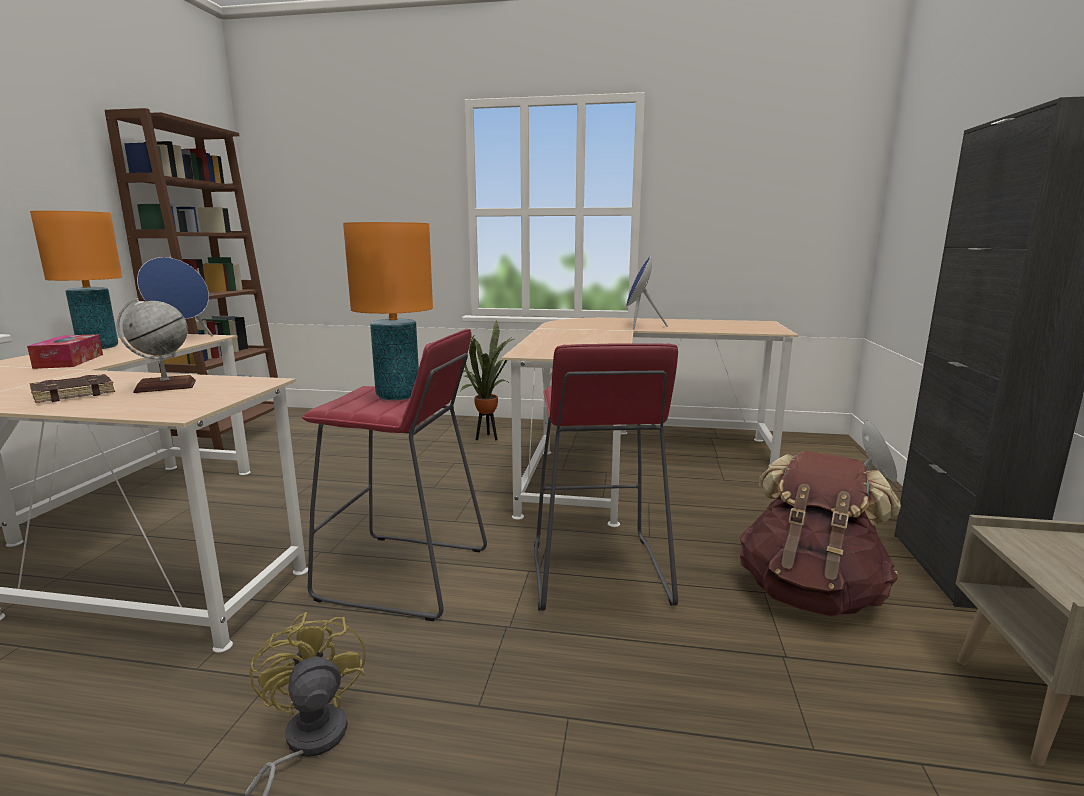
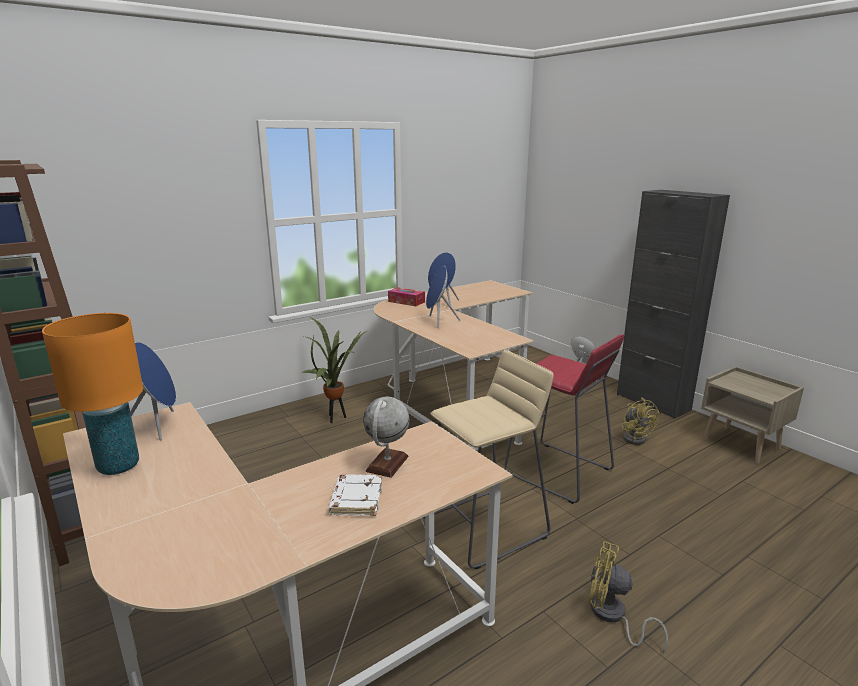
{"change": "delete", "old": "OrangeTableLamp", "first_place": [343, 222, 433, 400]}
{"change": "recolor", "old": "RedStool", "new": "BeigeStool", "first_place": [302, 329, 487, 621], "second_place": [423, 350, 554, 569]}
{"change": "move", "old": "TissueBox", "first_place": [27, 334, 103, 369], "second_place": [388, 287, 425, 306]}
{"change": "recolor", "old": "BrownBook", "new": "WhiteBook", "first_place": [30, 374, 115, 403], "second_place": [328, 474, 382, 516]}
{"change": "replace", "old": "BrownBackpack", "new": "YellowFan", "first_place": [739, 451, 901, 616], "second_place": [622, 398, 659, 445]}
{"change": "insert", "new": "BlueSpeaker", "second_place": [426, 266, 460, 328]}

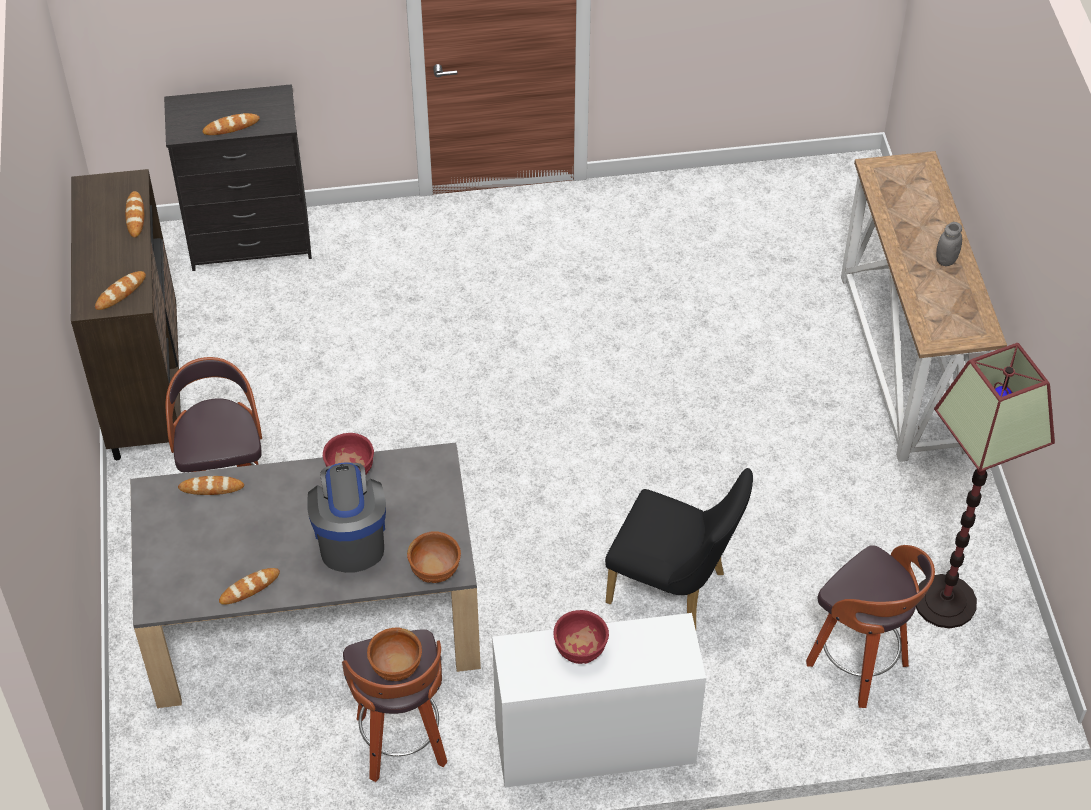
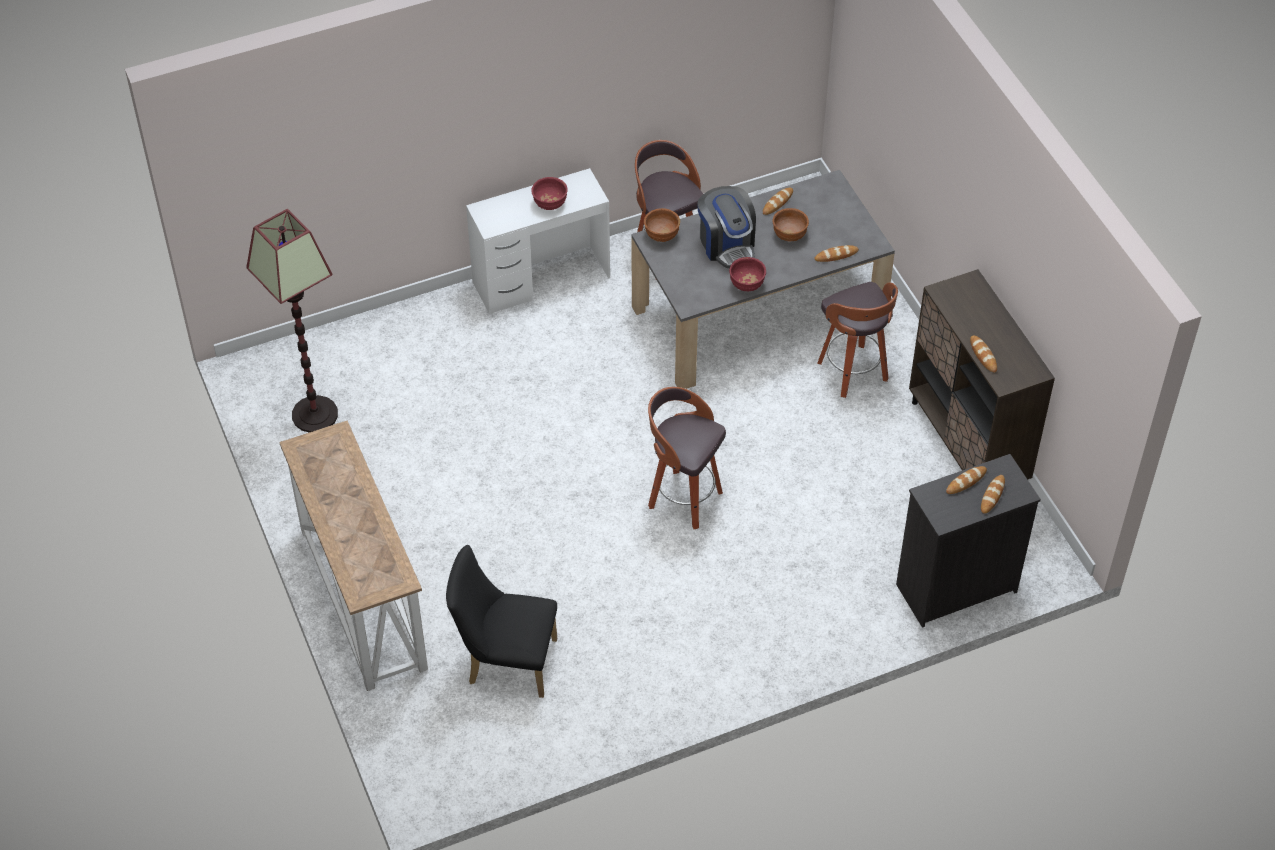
{"change": "delete", "old": "GreyJar", "first_place": [936, 222, 962, 266]}
{"change": "move", "old": "Bread", "first_place": [95, 271, 146, 310], "second_place": [981, 475, 1005, 514]}
{"change": "move", "old": "BlackChair", "first_place": [605, 468, 753, 629], "second_place": [446, 545, 557, 698]}
{"change": "move", "old": "Stool", "first_place": [806, 545, 935, 708], "second_place": [648, 387, 726, 529]}
{"change": "move", "old": "BrownBowl", "first_place": [367, 627, 422, 681], "second_place": [773, 208, 809, 242]}

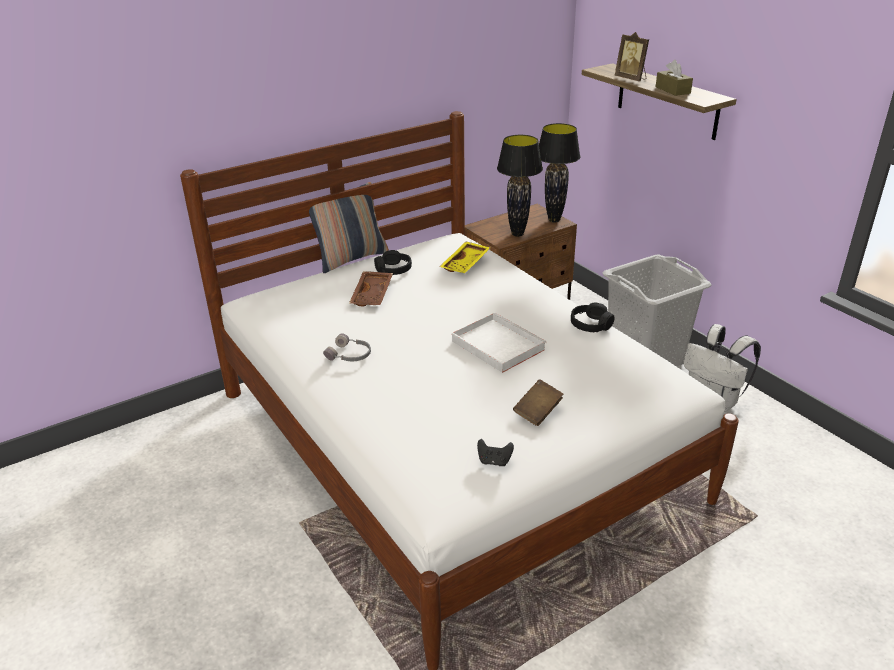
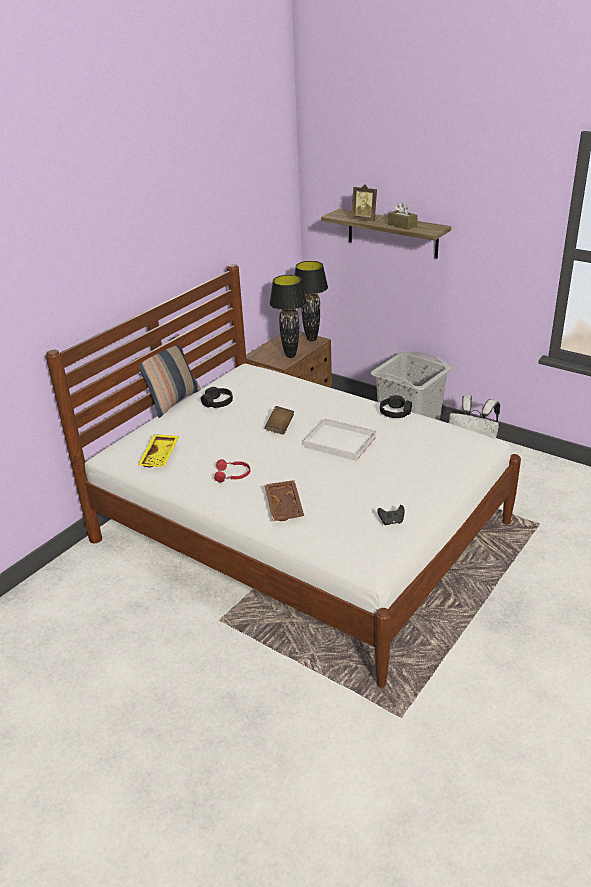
{"change": "move", "old": "YellowTray", "first_place": [439, 241, 491, 273], "second_place": [138, 434, 179, 468]}
{"change": "move", "old": "BrownTray", "first_place": [349, 271, 393, 307], "second_place": [265, 480, 304, 521]}
{"change": "recolor", "old": "GreyHeadphones", "new": "RedHeadphones", "first_place": [323, 333, 371, 361], "second_place": [214, 459, 250, 482]}
{"change": "move", "old": "BrownBook", "first_place": [513, 379, 563, 426], "second_place": [265, 406, 294, 435]}

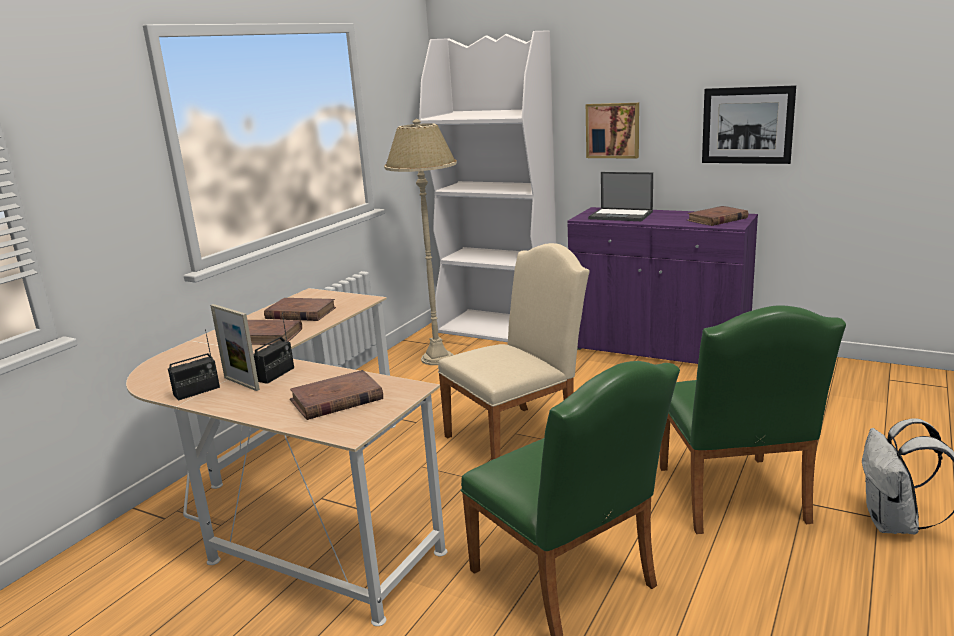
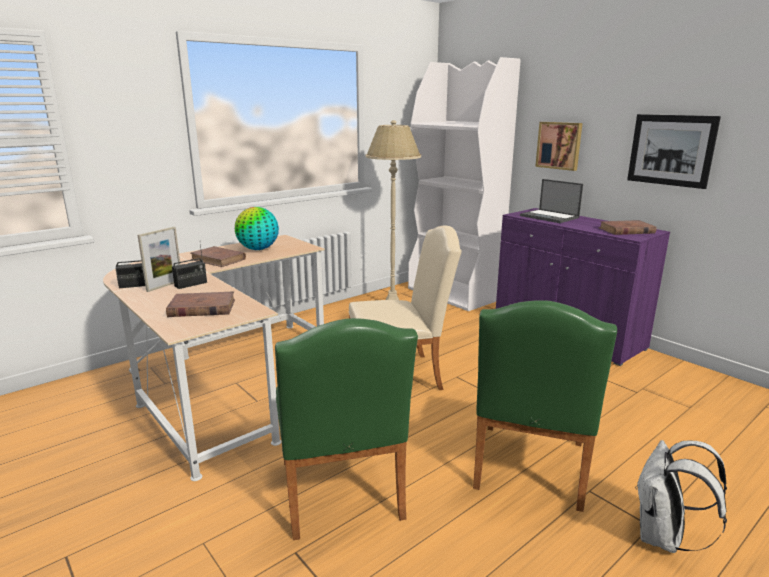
{"change": "replace", "old": "BrownBook", "new": "Globe", "first_place": [264, 298, 336, 321], "second_place": [235, 207, 279, 250]}
{"change": "rotate", "old": "PictureFrame", "first_place": [210, 304, 260, 391], "second_place": [137, 227, 181, 292], "degrees": -120}

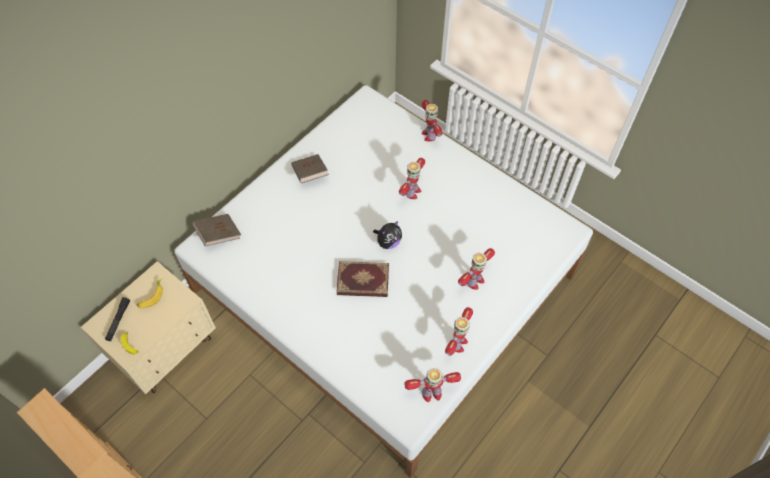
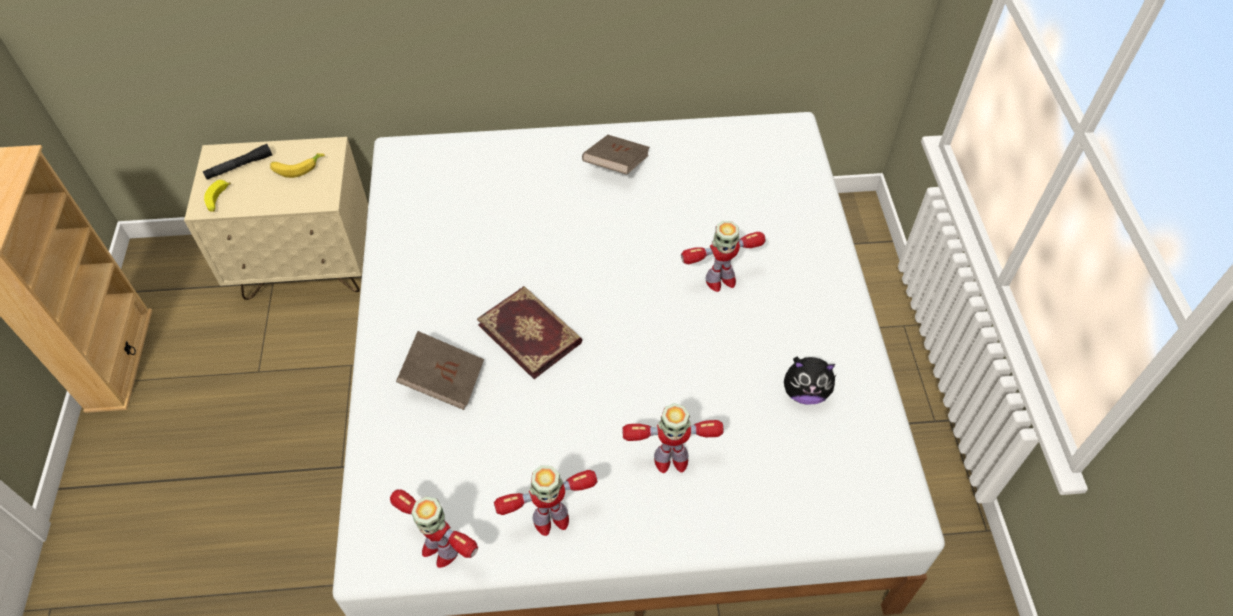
{"change": "delete", "old": "ToyRobot", "first_place": [422, 100, 443, 142]}
{"change": "move", "old": "BrownBook", "first_place": [192, 214, 241, 246], "second_place": [396, 331, 484, 410]}
{"change": "move", "old": "PlushToy", "first_place": [373, 221, 402, 249], "second_place": [784, 357, 838, 405]}

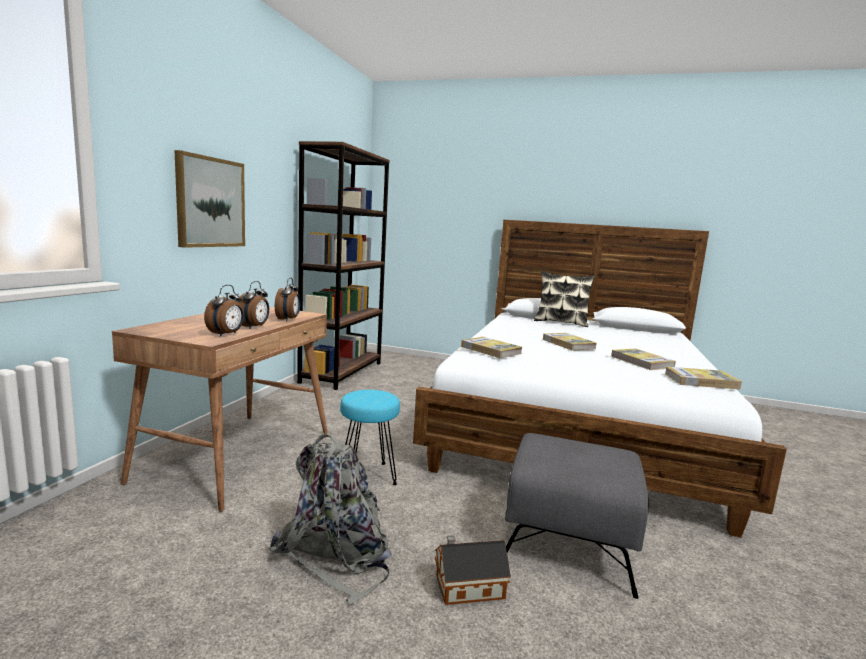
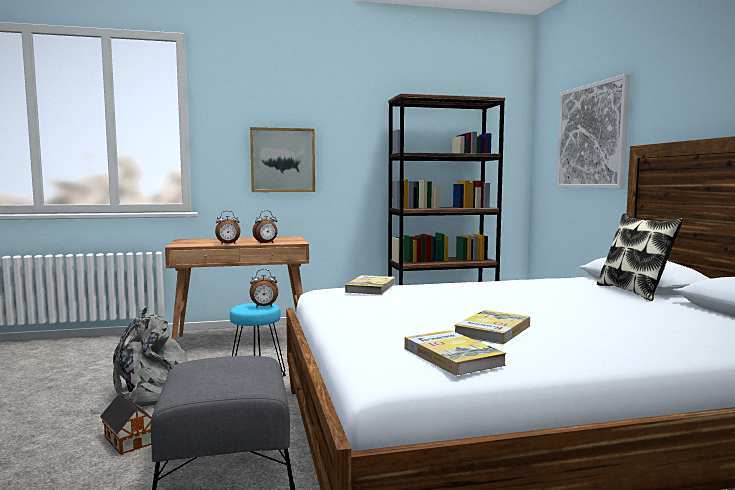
{"change": "move", "old": "AlarmClock", "first_place": [204, 285, 244, 337], "second_place": [249, 269, 278, 308]}
{"change": "delete", "old": "Book", "first_place": [543, 333, 597, 351]}
{"change": "insert", "new": "Picture", "second_place": [556, 74, 630, 188]}

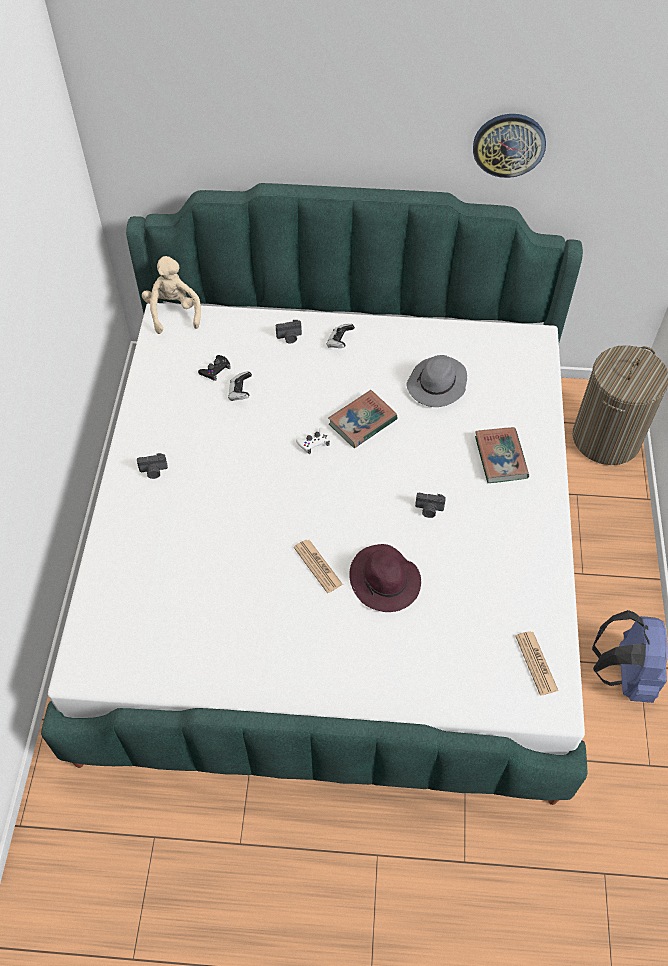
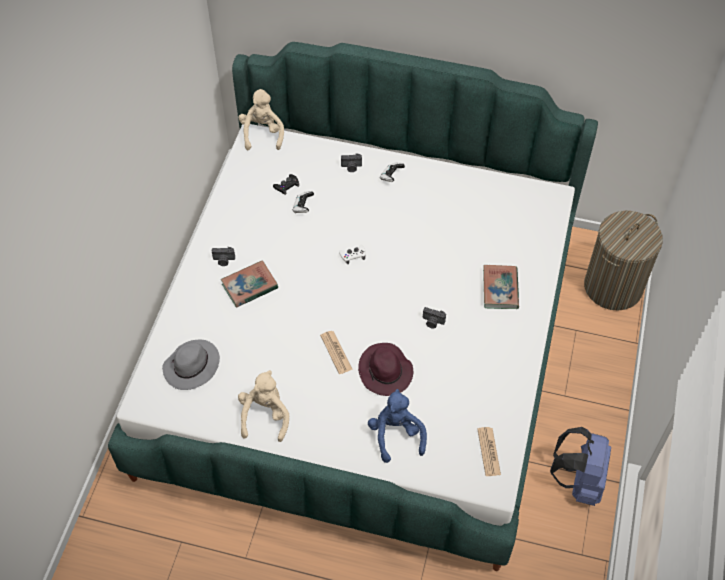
{"change": "delete", "old": "WallClock", "first_place": [473, 114, 546, 178]}
{"change": "move", "old": "GreyHat", "first_place": [407, 355, 467, 407], "second_place": [162, 340, 220, 390]}
{"change": "move", "old": "Book", "first_place": [328, 390, 398, 448], "second_place": [221, 260, 278, 308]}
{"change": "insert", "new": "BeigePlushToy", "second_place": [238, 370, 289, 442]}
{"change": "insert", "new": "BluePlushToy", "second_place": [368, 389, 427, 463]}

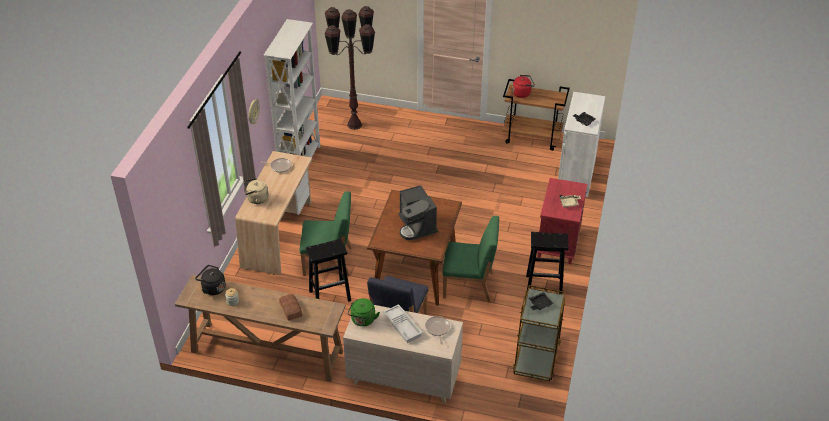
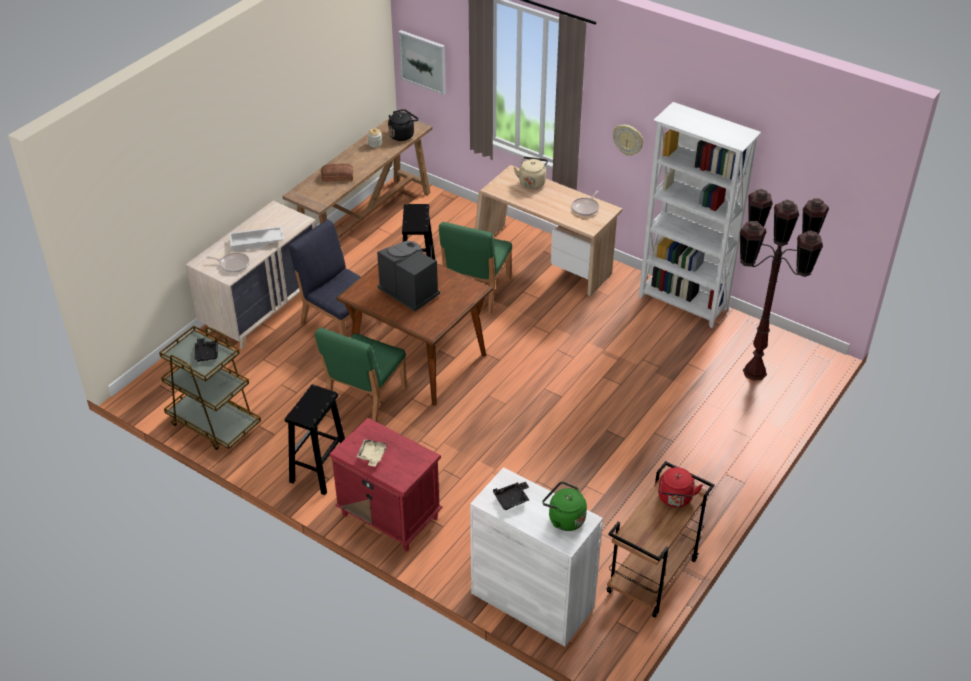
{"change": "rotate", "old": "CoffeeMachine", "first_place": [398, 185, 438, 240], "second_place": [377, 241, 440, 311], "degrees": 45}
{"change": "move", "old": "GreenKettle", "first_place": [348, 298, 380, 326], "second_place": [542, 481, 587, 531]}
{"change": "insert", "new": "Picture", "second_place": [398, 30, 446, 95]}

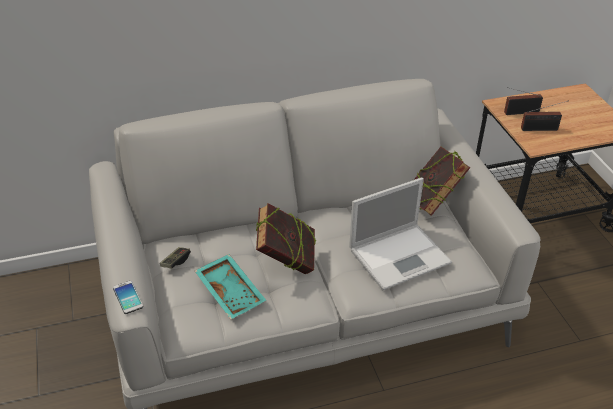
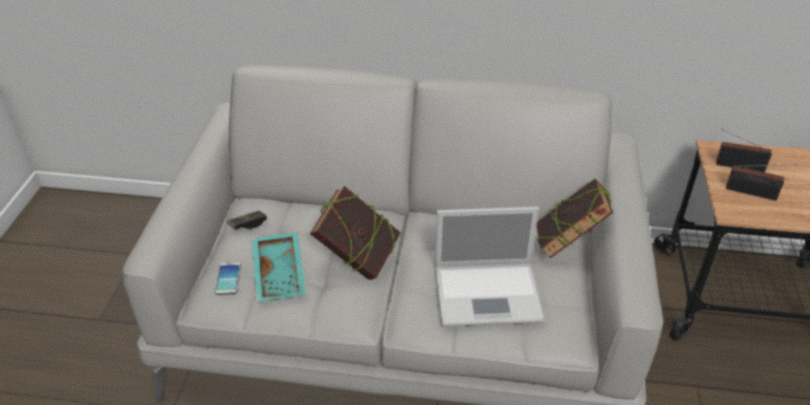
{"change": "move", "old": "Phone", "first_place": [113, 281, 143, 314], "second_place": [215, 262, 241, 295]}

